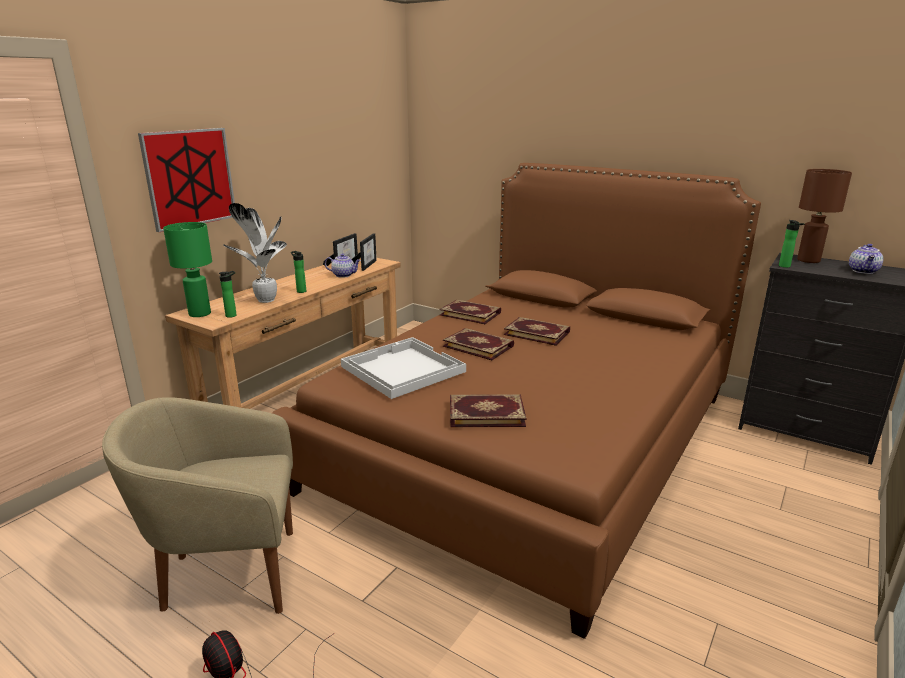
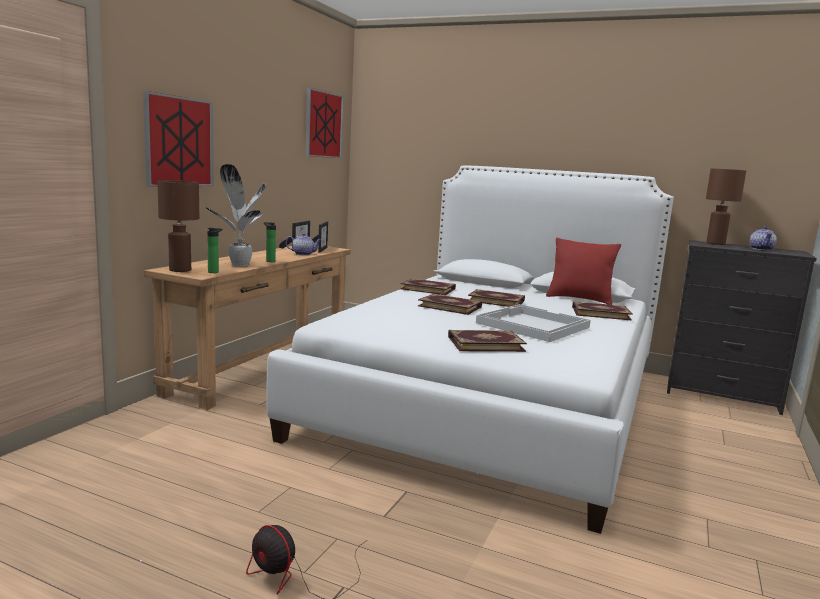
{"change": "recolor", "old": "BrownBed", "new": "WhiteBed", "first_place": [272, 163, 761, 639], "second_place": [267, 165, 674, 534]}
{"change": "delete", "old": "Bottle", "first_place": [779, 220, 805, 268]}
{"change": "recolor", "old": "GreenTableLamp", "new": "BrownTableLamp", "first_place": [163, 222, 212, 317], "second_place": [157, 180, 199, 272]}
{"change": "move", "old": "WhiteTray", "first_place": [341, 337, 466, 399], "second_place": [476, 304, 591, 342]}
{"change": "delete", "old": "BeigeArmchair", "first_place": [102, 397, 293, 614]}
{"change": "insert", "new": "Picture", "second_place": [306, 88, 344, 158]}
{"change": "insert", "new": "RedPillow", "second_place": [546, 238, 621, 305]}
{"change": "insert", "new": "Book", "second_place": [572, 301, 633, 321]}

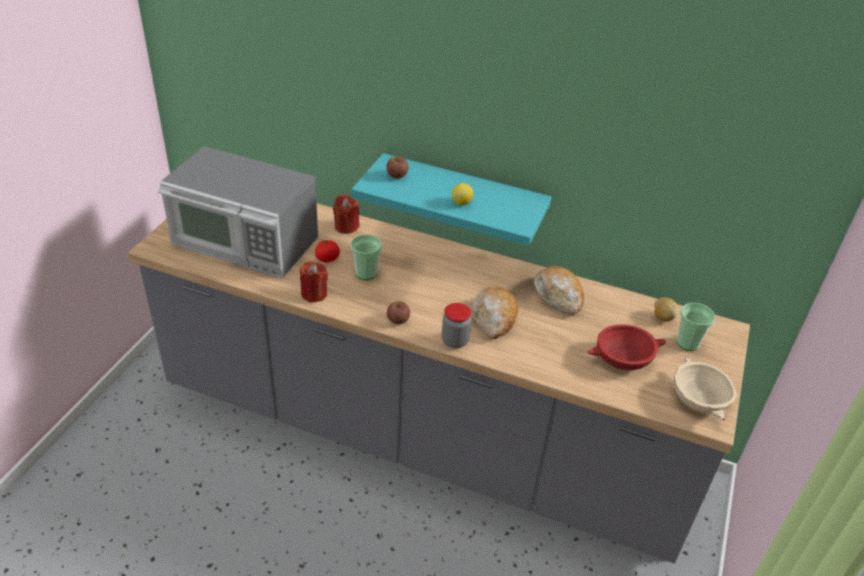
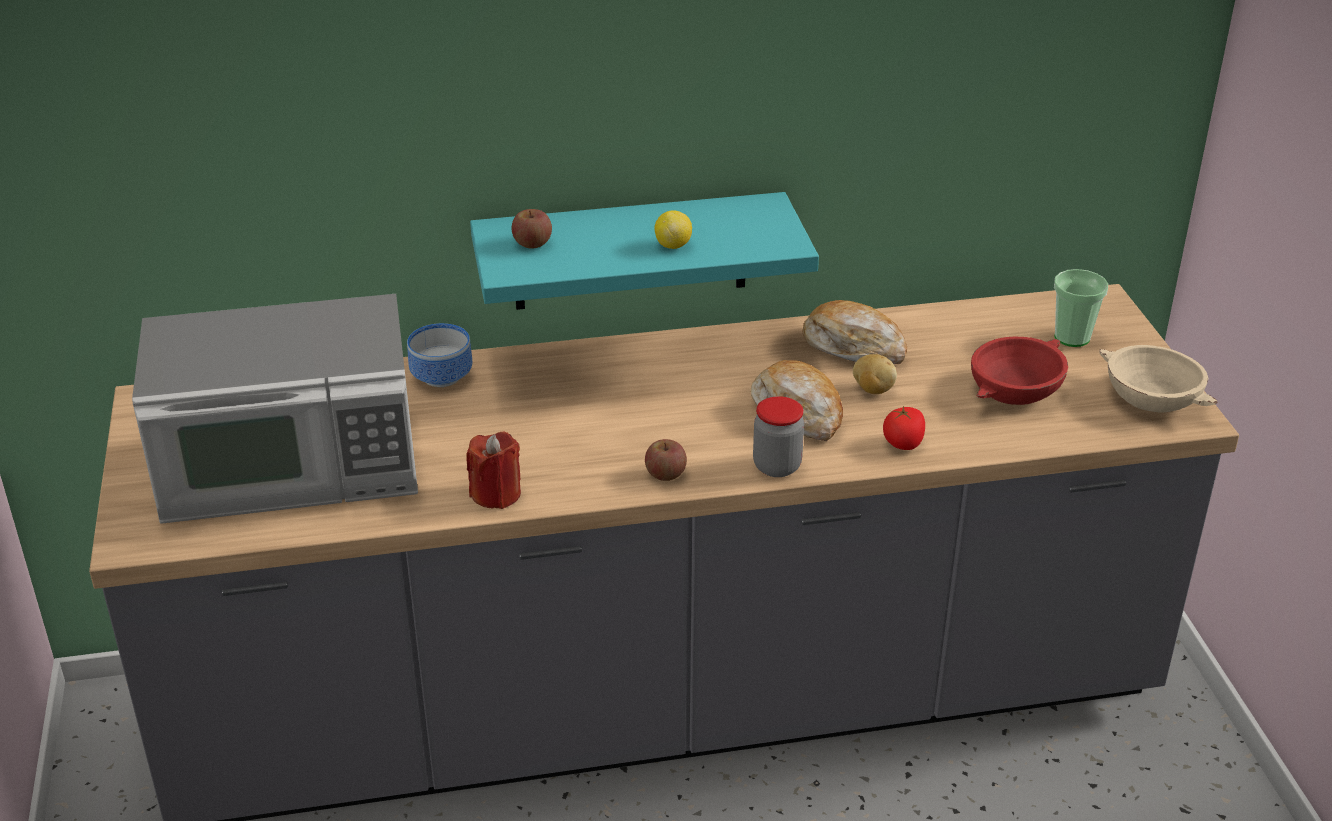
{"change": "replace", "old": "RedCandle", "new": "Bowl", "first_place": [333, 194, 360, 234], "second_place": [407, 323, 472, 387]}
{"change": "delete", "old": "Cup", "first_place": [351, 235, 382, 280]}
{"change": "move", "old": "Tomato", "first_place": [315, 239, 340, 262], "second_place": [883, 406, 925, 450]}
{"change": "move", "old": "Potato", "first_place": [654, 297, 678, 321], "second_place": [853, 354, 897, 394]}

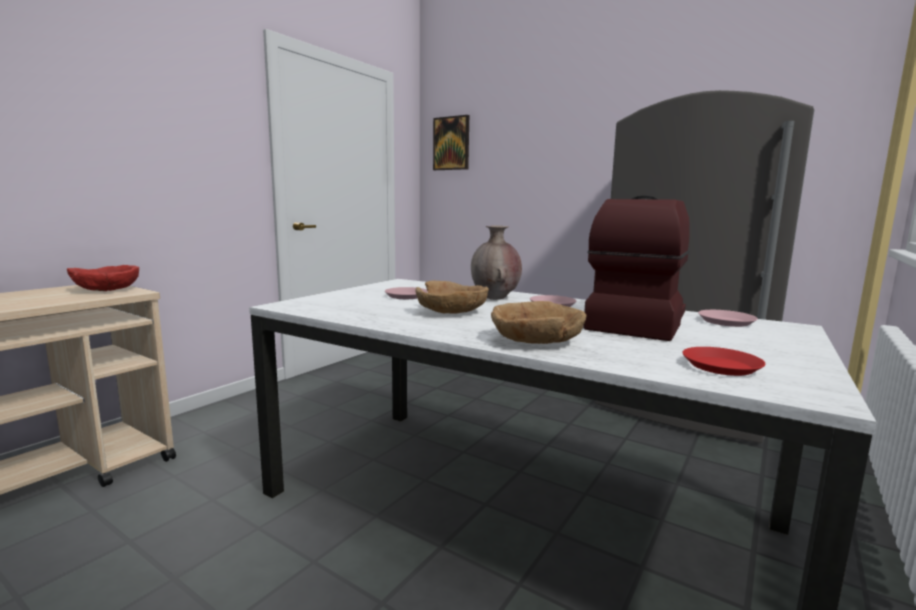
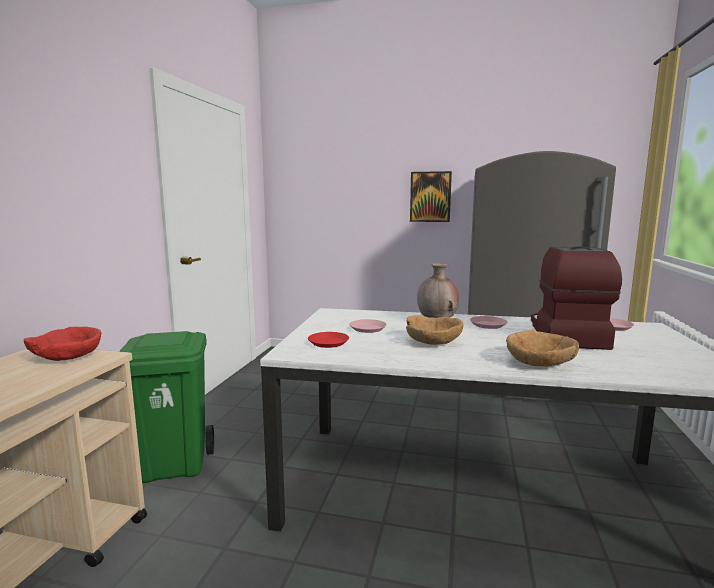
{"change": "move", "old": "Picture", "first_place": [433, 115, 469, 170], "second_place": [410, 171, 452, 222]}
{"change": "move", "old": "RedPlate", "first_place": [682, 347, 765, 376], "second_place": [308, 332, 349, 348]}
{"change": "insert", "new": "GreenTrashCan", "second_place": [119, 331, 214, 483]}

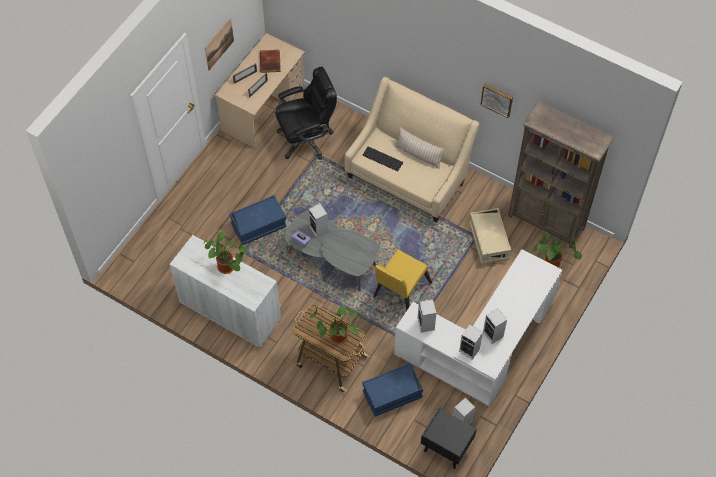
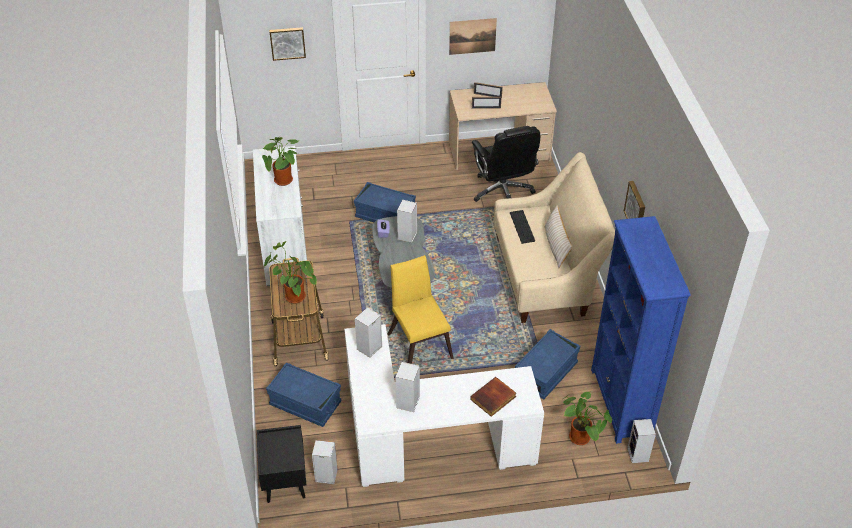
{"change": "move", "old": "Book", "first_place": [260, 50, 281, 73], "second_place": [470, 377, 516, 417]}
{"change": "rotate", "old": "BlackOfficeChair", "first_place": [276, 67, 337, 160], "second_place": [472, 126, 540, 202], "degrees": 45}
{"change": "recolor", "old": "BrownBookcase", "new": "BlueBookcase", "first_place": [508, 102, 614, 249], "second_place": [591, 216, 690, 444]}
{"change": "recolor", "old": "BeigeStorageBox", "new": "BlueStorageBox", "first_place": [470, 208, 511, 265], "second_place": [515, 329, 580, 399]}
{"change": "rotate", "old": "YellowChair", "first_place": [373, 249, 432, 311], "second_place": [388, 255, 454, 364], "degrees": 75}
{"change": "move", "old": "Speaker", "first_place": [459, 324, 483, 360], "second_place": [627, 419, 656, 463]}
{"change": "insert", "new": "Picture", "second_place": [269, 27, 306, 61]}

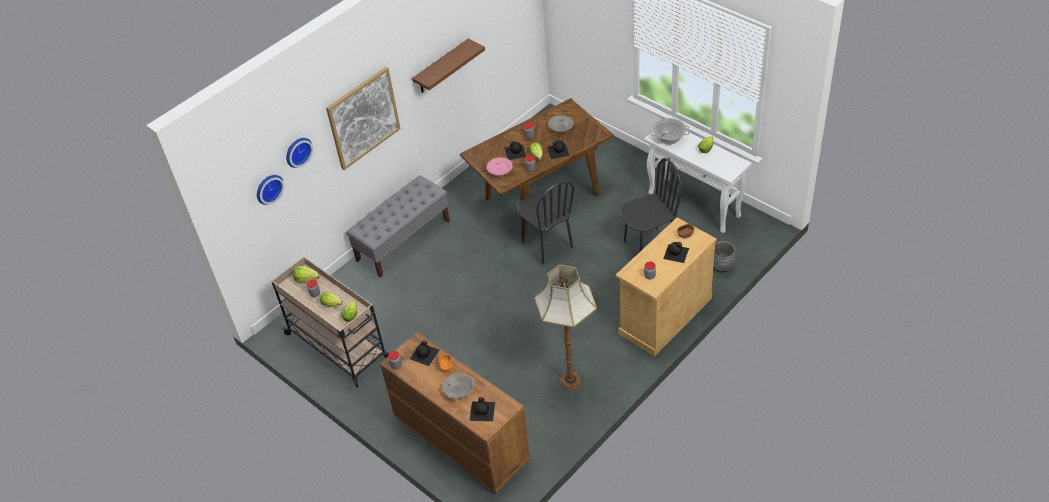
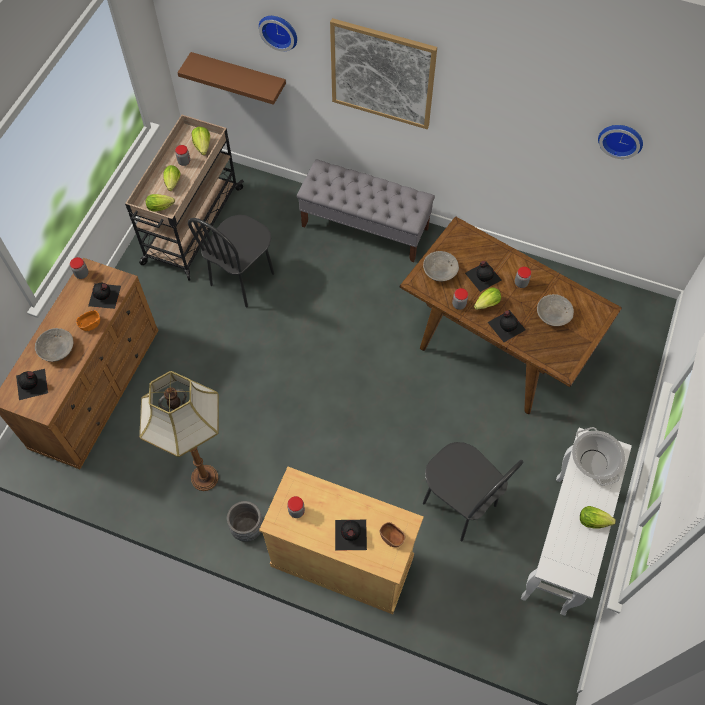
{"change": "move", "old": "BrownShelf", "first_place": [412, 39, 485, 93], "second_place": [177, 52, 286, 105]}
{"change": "recolor", "old": "PinkBowl", "new": "GreyBowl", "first_place": [487, 158, 513, 176], "second_place": [423, 251, 459, 281]}
{"change": "move", "old": "WallClock", "first_place": [257, 175, 284, 205], "second_place": [598, 125, 643, 159]}
{"change": "move", "old": "BlackChair", "first_place": [517, 181, 575, 264], "second_place": [188, 215, 274, 308]}
{"change": "move", "old": "GreyPlanter", "first_place": [713, 241, 736, 273], "second_place": [227, 501, 263, 542]}

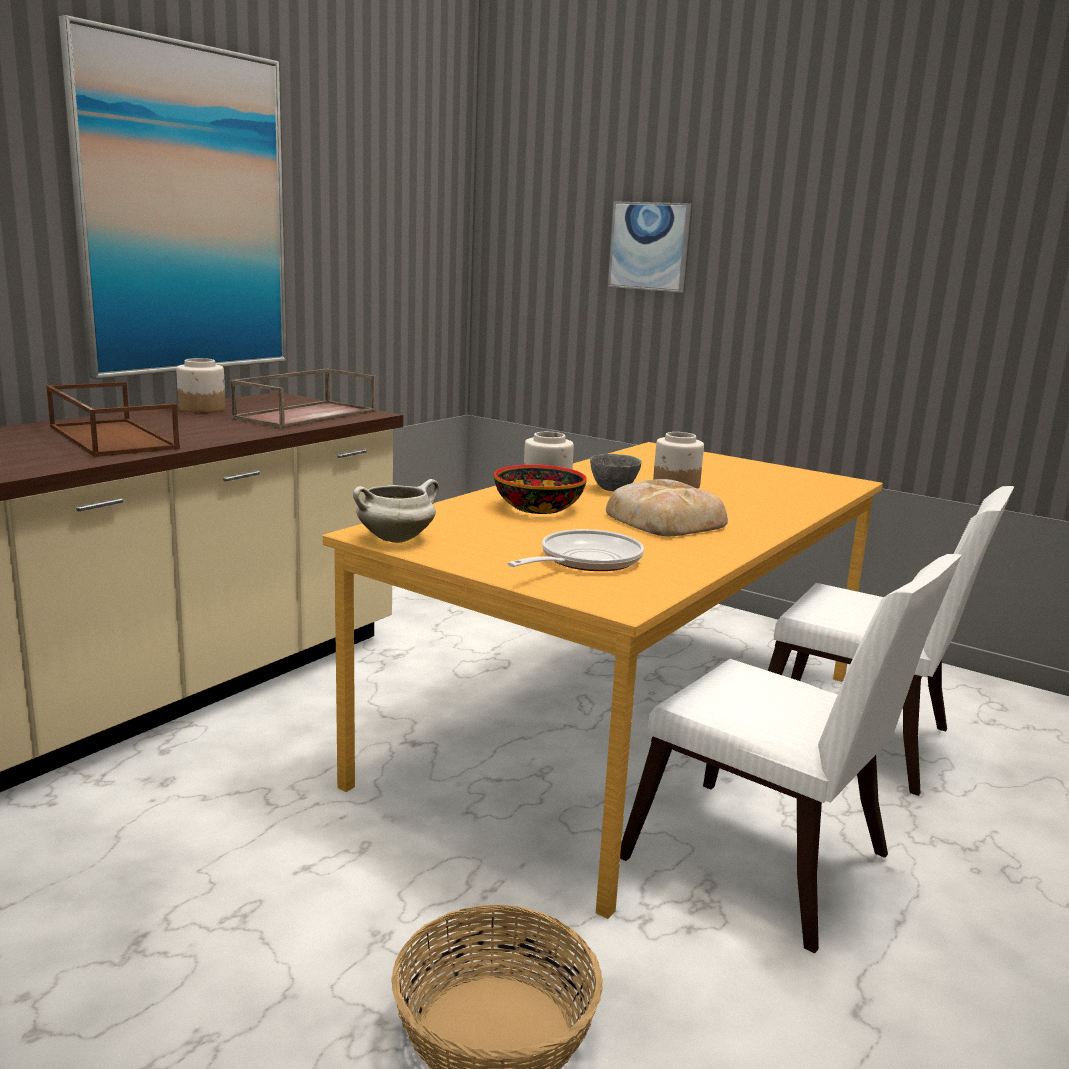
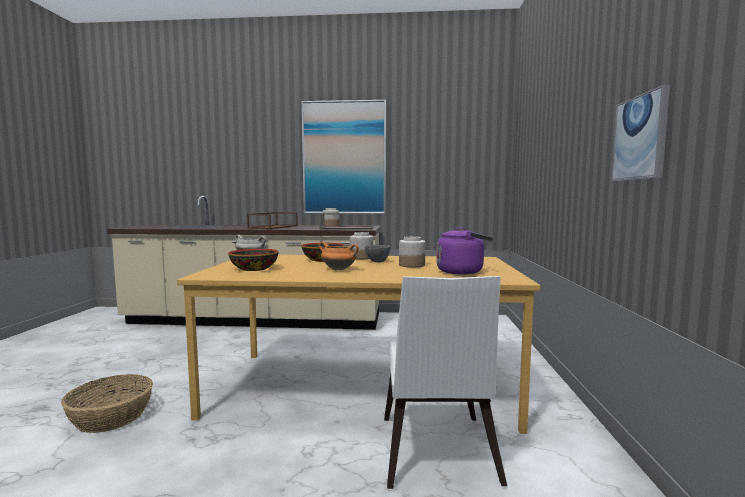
{"change": "move", "old": "Picture", "first_place": [608, 201, 691, 293], "second_place": [611, 85, 670, 181]}
{"change": "replace", "old": "Bread", "new": "OrangeCookingPot", "first_place": [606, 479, 728, 536], "second_place": [319, 242, 359, 270]}
{"change": "replace", "old": "FryingPan", "new": "Bowl", "first_place": [507, 529, 644, 571], "second_place": [228, 249, 279, 271]}
{"change": "delete", "old": "WhiteChair", "first_place": [620, 554, 962, 953]}
{"change": "insert", "new": "PurpleKettle", "second_place": [437, 227, 493, 274]}

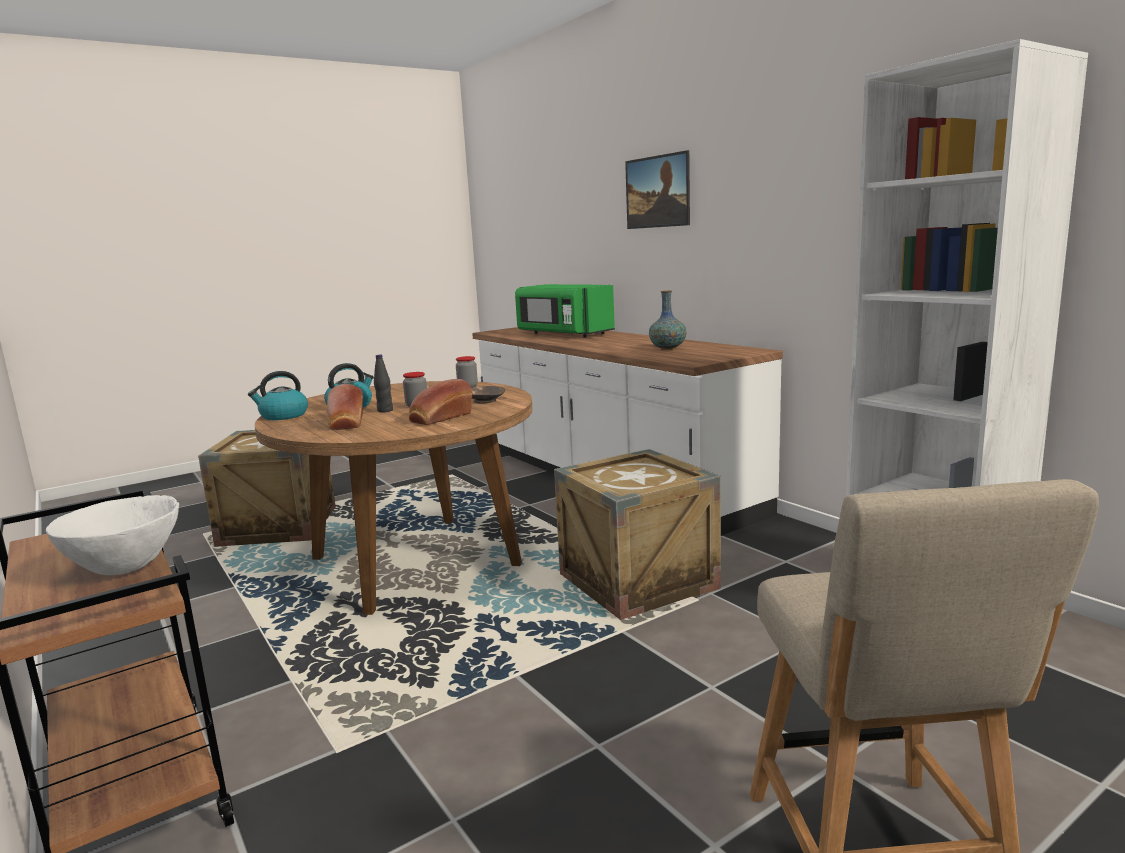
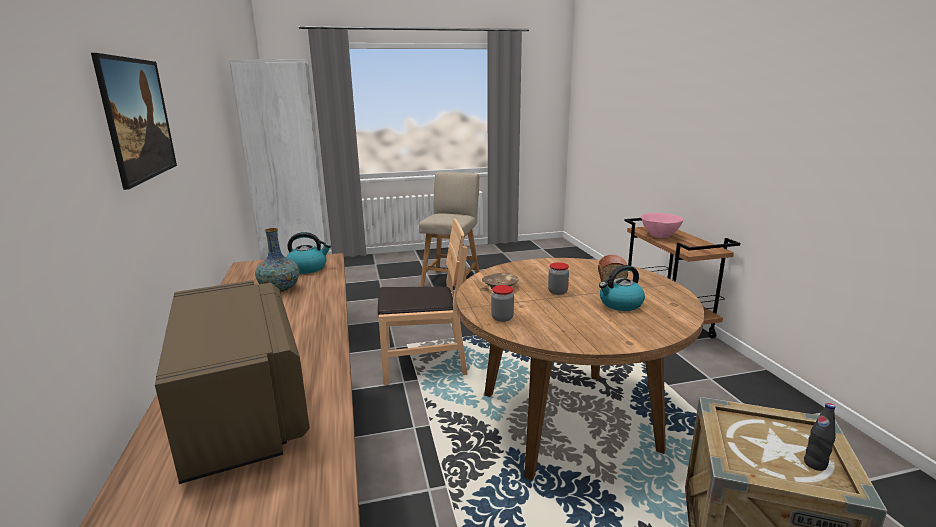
{"change": "recolor", "old": "GreenMicrowave", "new": "BrownMicrowave", "first_place": [515, 284, 615, 337], "second_place": [155, 280, 310, 484]}
{"change": "move", "old": "BlackBottle", "first_place": [374, 355, 393, 412], "second_place": [804, 403, 836, 471]}
{"change": "move", "old": "Kettle", "first_place": [248, 371, 308, 420], "second_place": [286, 232, 331, 274]}
{"change": "delete", "old": "Bread", "first_place": [409, 379, 472, 425]}
{"change": "replace", "old": "Crate", "new": "BrownChair", "first_place": [554, 449, 721, 620], "second_place": [378, 218, 468, 385]}
{"change": "recolor", "old": "WhiteBowl", "new": "PinkBowl", "first_place": [46, 495, 179, 575], "second_place": [641, 213, 683, 238]}

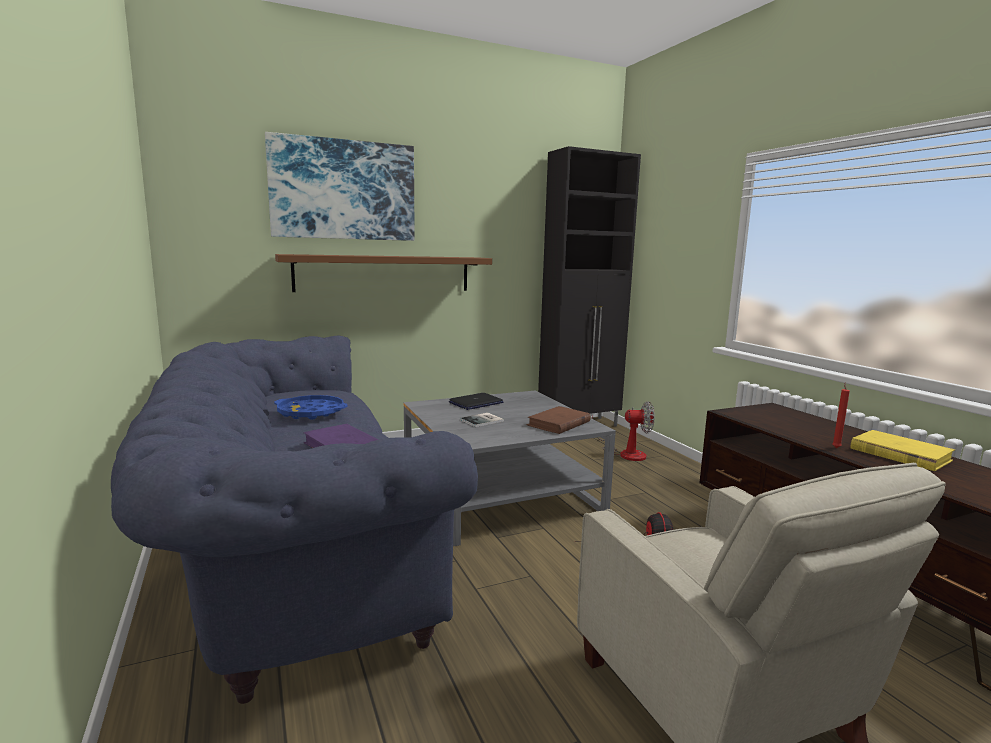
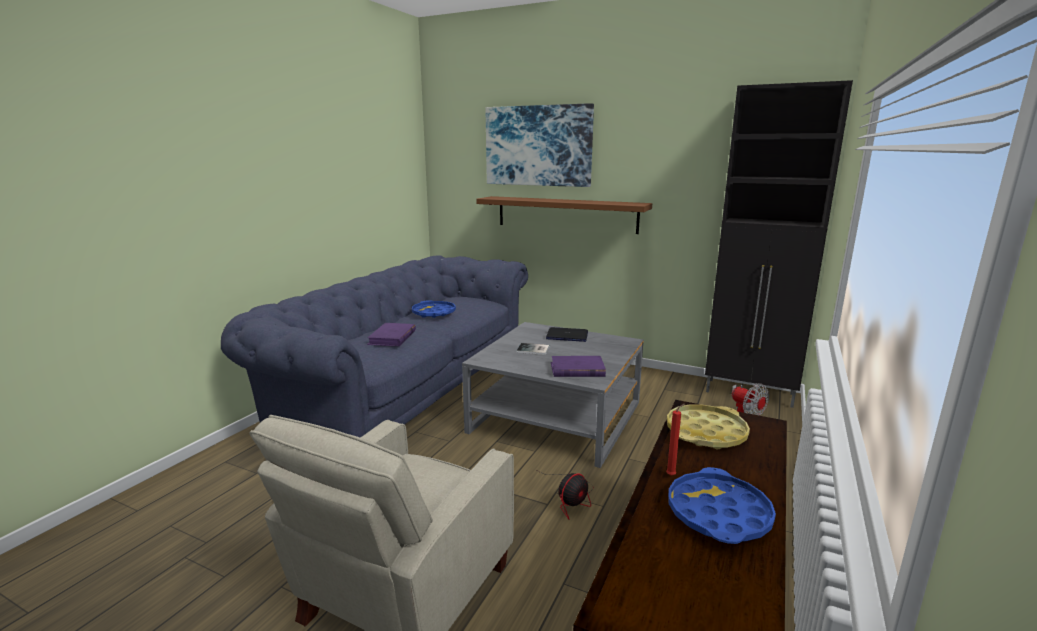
{"change": "recolor", "old": "BrownBook", "new": "PurpleBook", "first_place": [526, 406, 591, 434], "second_place": [551, 356, 606, 377]}
{"change": "replace", "old": "YellowBook", "new": "BlueTray", "first_place": [851, 430, 955, 471], "second_place": [668, 467, 776, 544]}
{"change": "insert", "new": "YellowTray", "second_place": [667, 404, 750, 449]}

